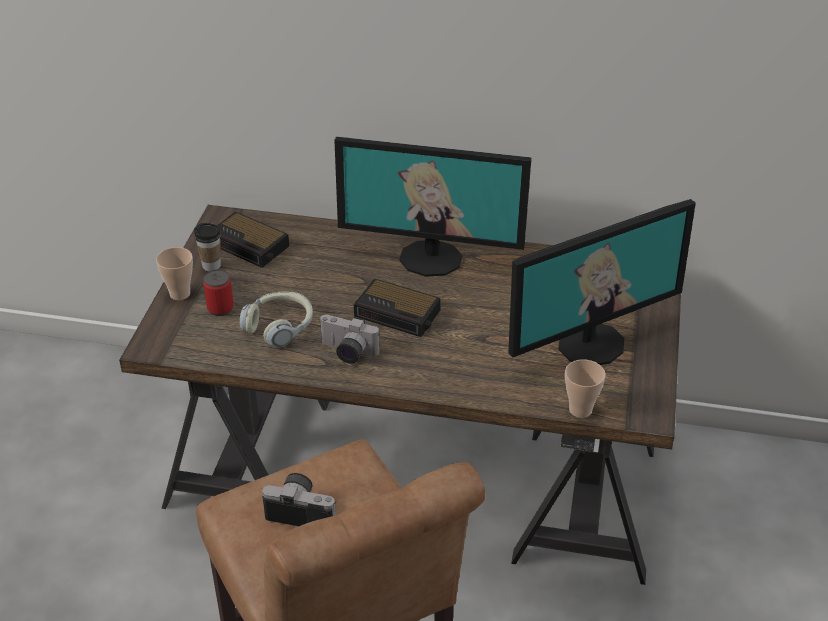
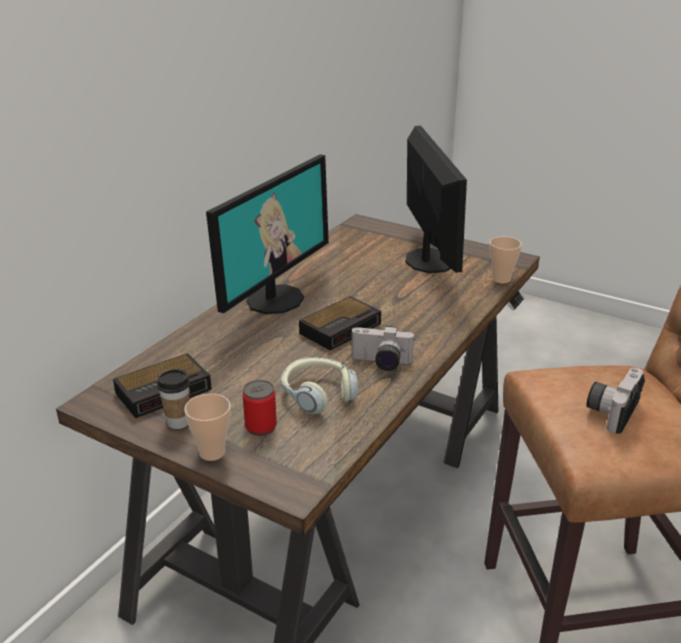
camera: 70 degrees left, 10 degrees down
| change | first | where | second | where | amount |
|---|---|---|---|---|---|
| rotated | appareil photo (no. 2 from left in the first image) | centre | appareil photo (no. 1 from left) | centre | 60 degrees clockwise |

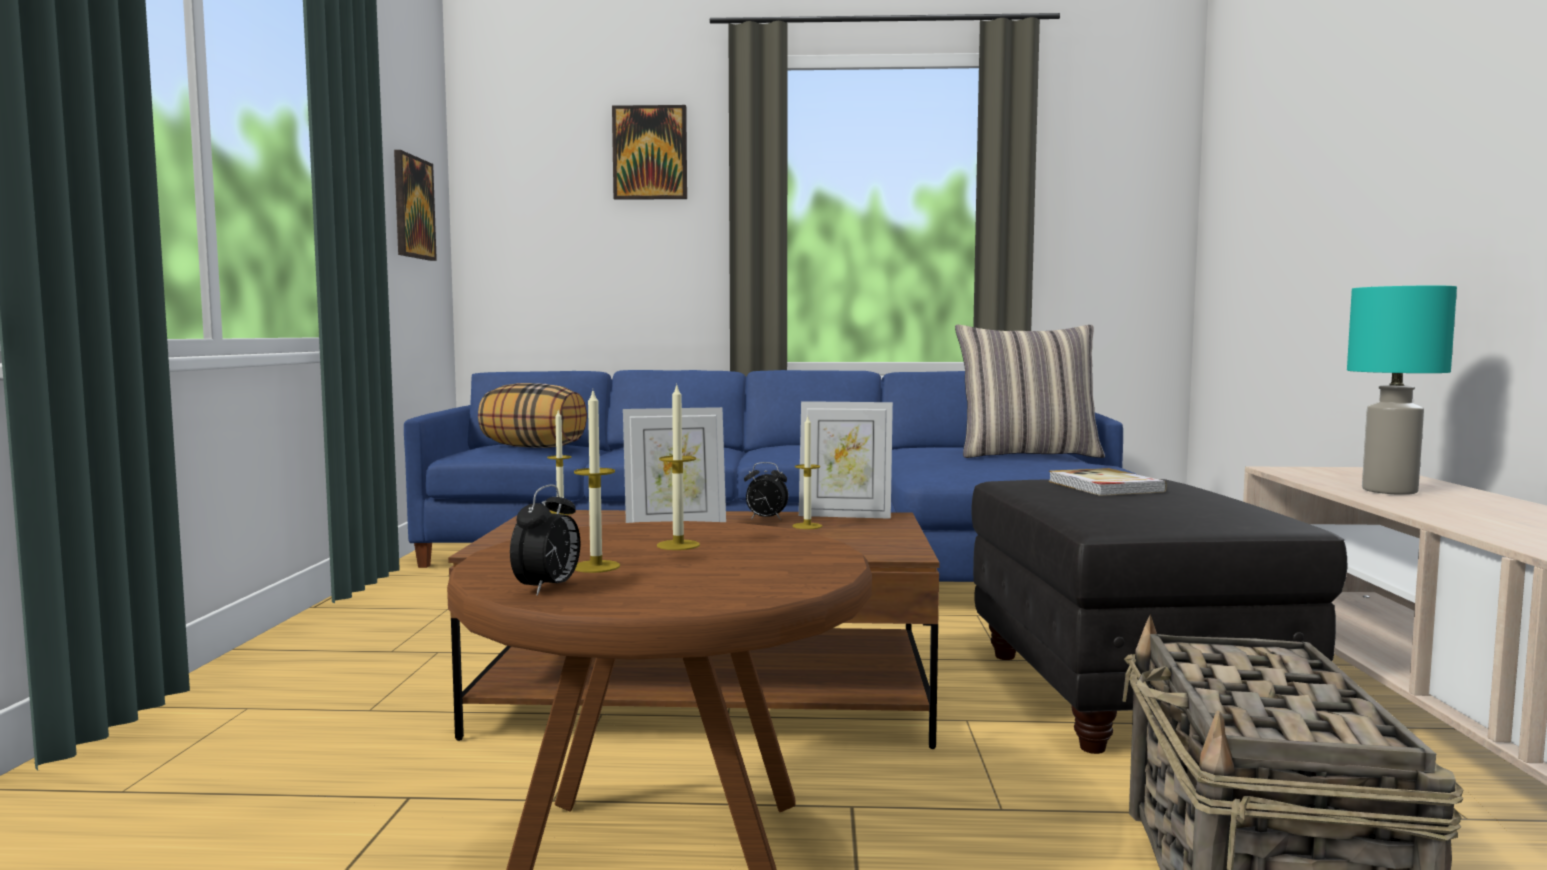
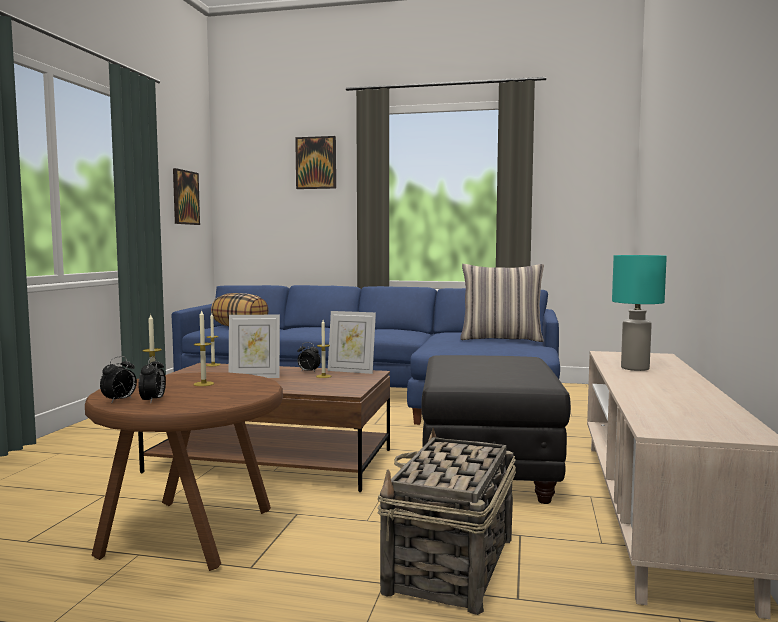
camera: 10 degrees right, 0 degrees up
| change | first | where | second | where | amount |
|---|---|---|---|---|---|
| new |  |  | réveil (no. 2 from left) | middle left |  |
| gone | livre | middle right |  |  |  |

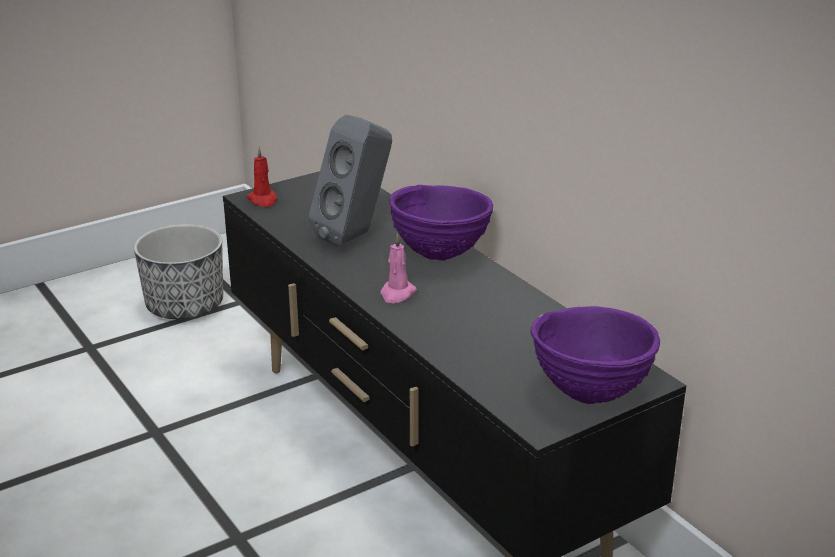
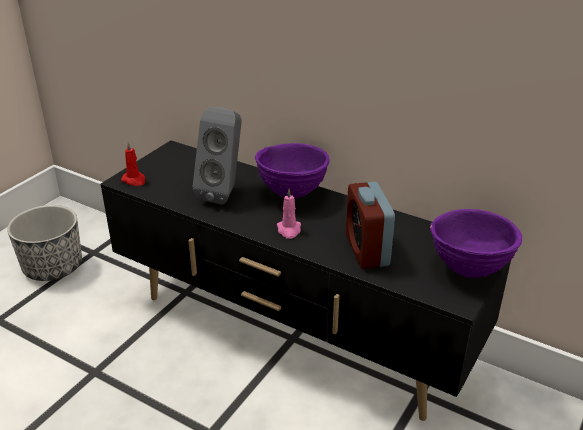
camera: 25 degrees left, 5 degrees up
| change | first | where | second | where | amount |
|---|---|---|---|---|---|
| new |  |  | réveil | centre |  |

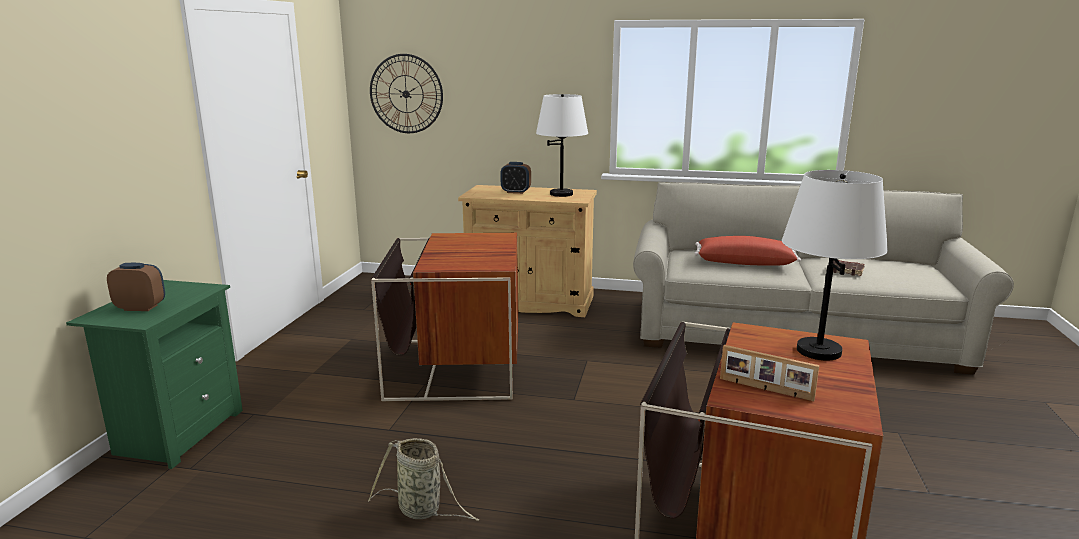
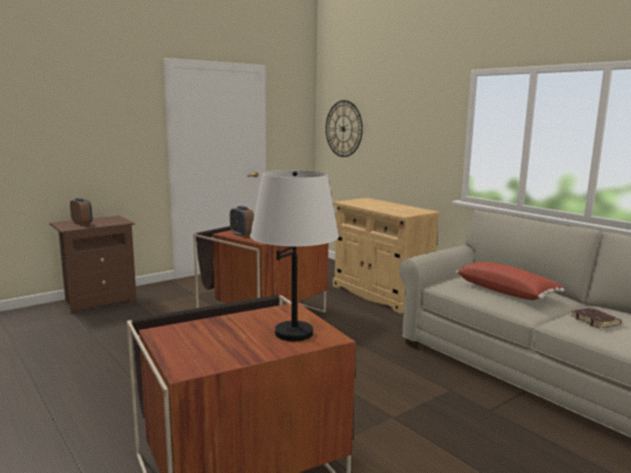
camera: 40 degrees right, 5 degrees down
| change | first | where | second | where | amount |
|---|---|---|---|---|---|
| repainted | table de chevet [vert] | bottom left | table de chevet [marron] | middle left |  |
| shifted | réveil (no. 2 from left) | top centre |  | centre |  |
| gone | panier | bottom centre |  |  |  |
| gone | lampe de table [blanc] (no. 1 from left) | top centre |  |  |  |
| gone | cadre photo | bottom right |  |  |  |

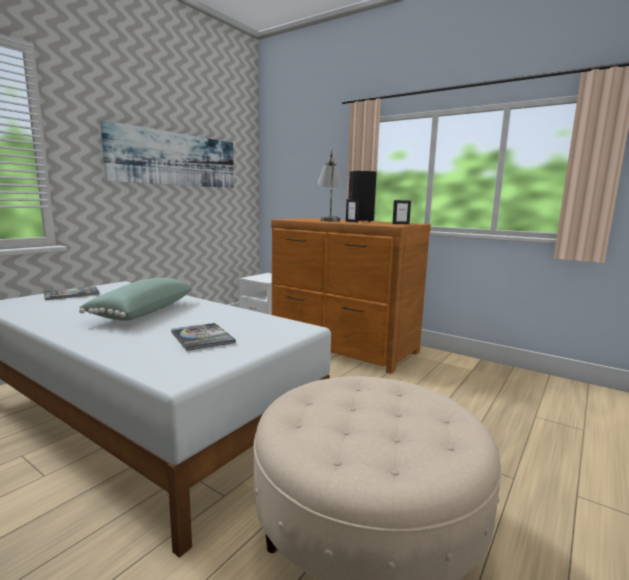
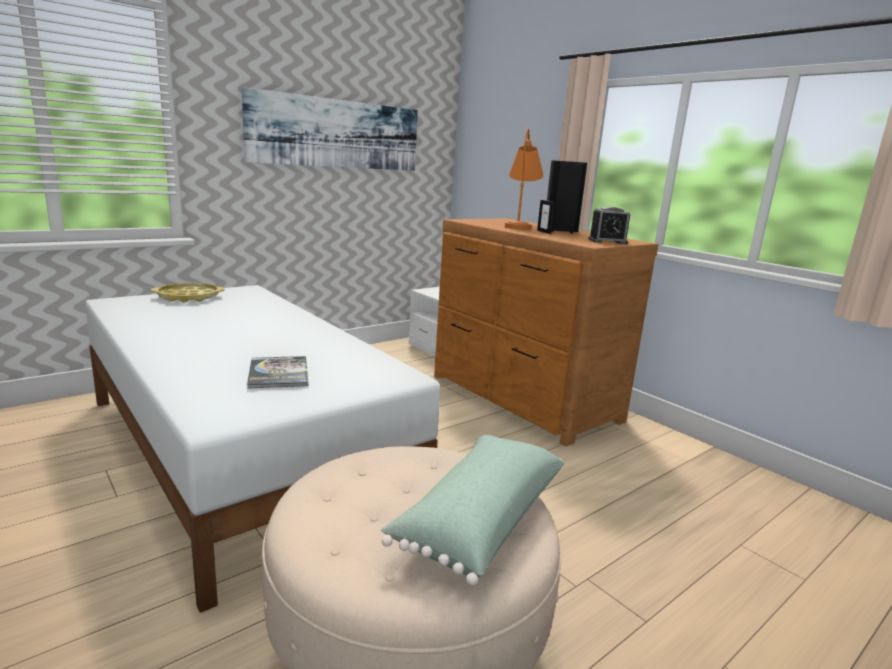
camera: 15 degrees right, 5 degrees up
| change | first | where | second | where | amount |
|---|---|---|---|---|---|
| swapped | livre (no. 1 from left) | middle left | plateau [jaune] | middle left |  |
| shifted | coussin [vert] | middle left |  | bottom centre |  |
| repainted | lampe de table [gris] | top centre | lampe de table [orange] | top centre |  |
| swapped | cadre photo (no. 2 from left) | centre | réveil | middle right |  |

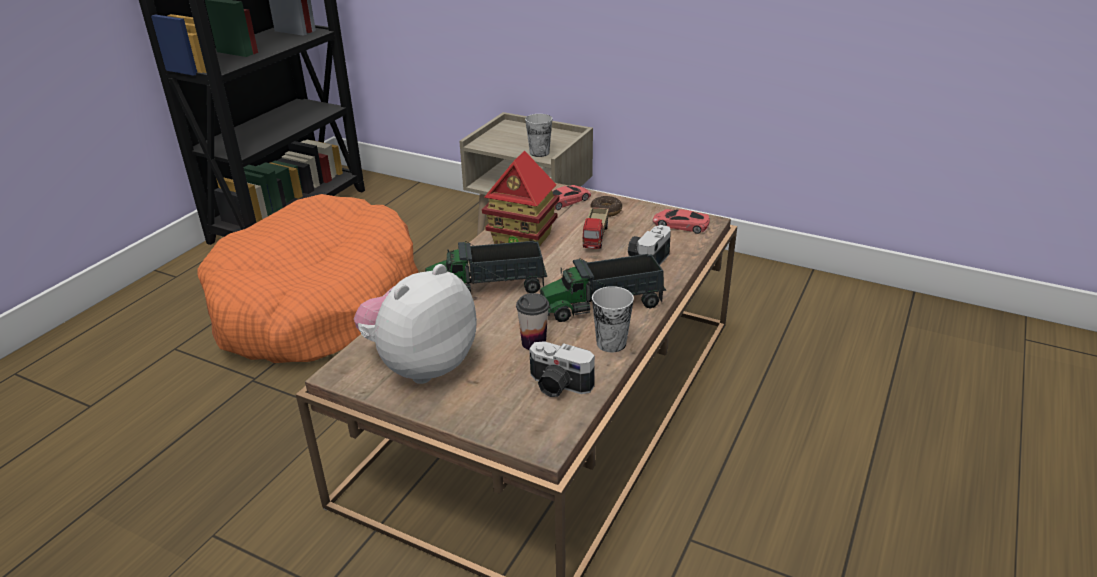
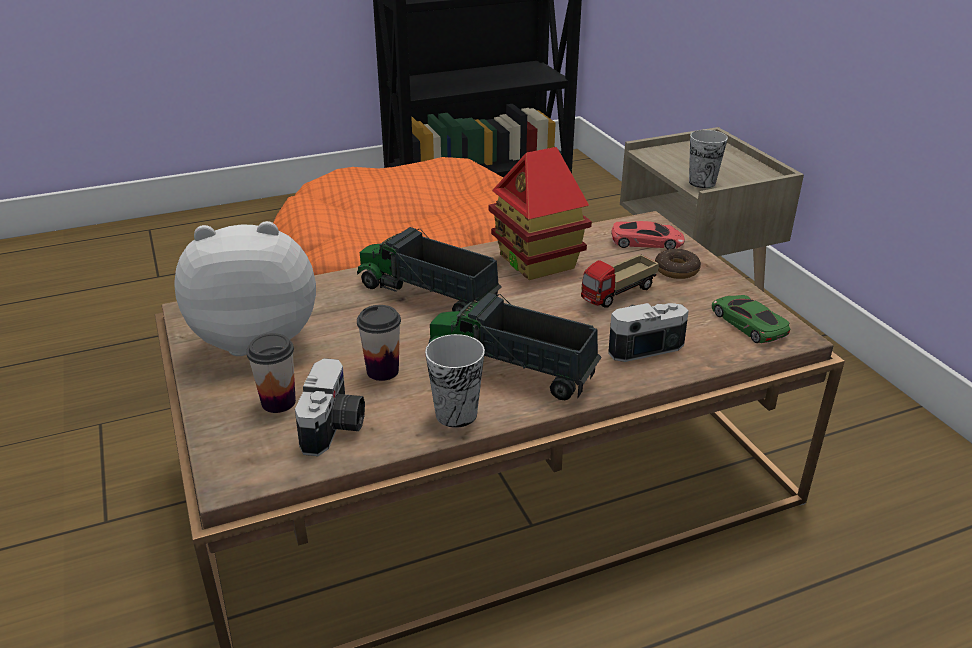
camera: 40 degrees right, 0 degrees up
| change | first | where | second | where | amount |
|---|---|---|---|---|---|
| new |  |  | tasse (no. 1 from left) | middle left |  |
| rotated | appareil photo (no. 1 from left) | centre |  | centre | 150 degrees counterclockwise |
| repainted | petite voiture [rouge] (no. 2 from left) | centre | petite voiture [vert] | middle right |  |

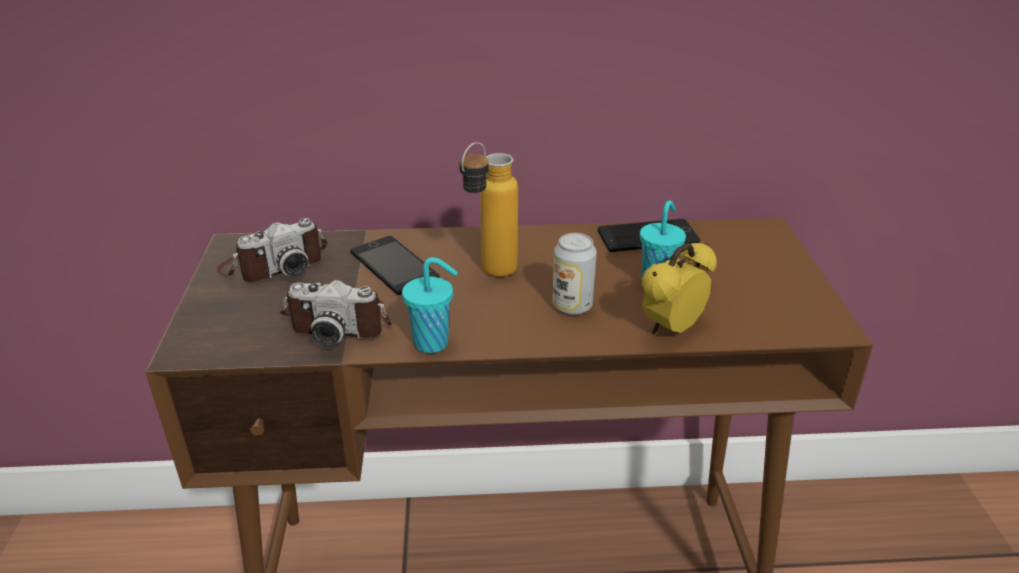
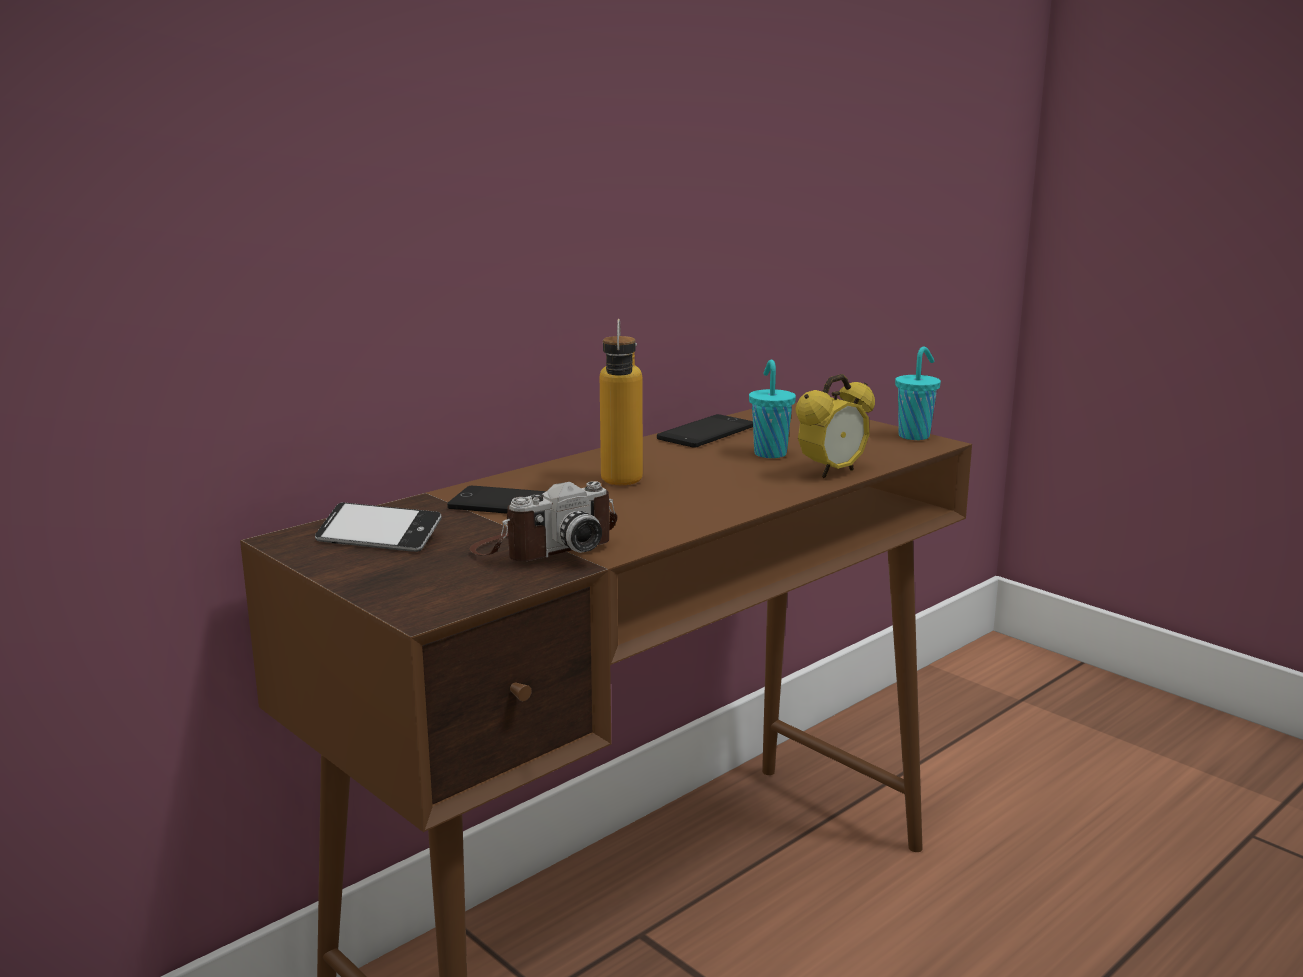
camera: 40 degrees left, 15 degrees down
| change | first | where | second | where | amount |
|---|---|---|---|---|---|
| swapped | appareil photo (no. 1 from left) | middle left | téléphone (no. 1 from left) | middle left |  |
| rotated | réveil | centre |  | centre | 135 degrees counterclockwise |
| shifted | tasse [turquoise] (no. 1 from left in the first image) | centre | tasse [turquoise] (no. 2 from left) | middle right |  |
| gone | boîte métallique | centre |  |  |  |

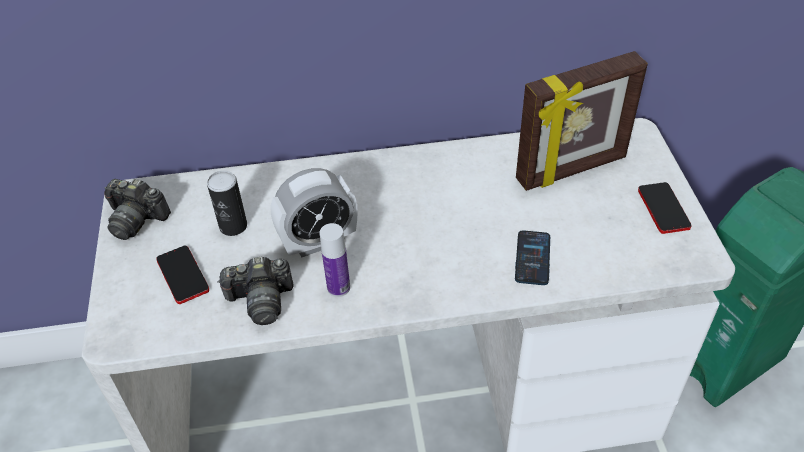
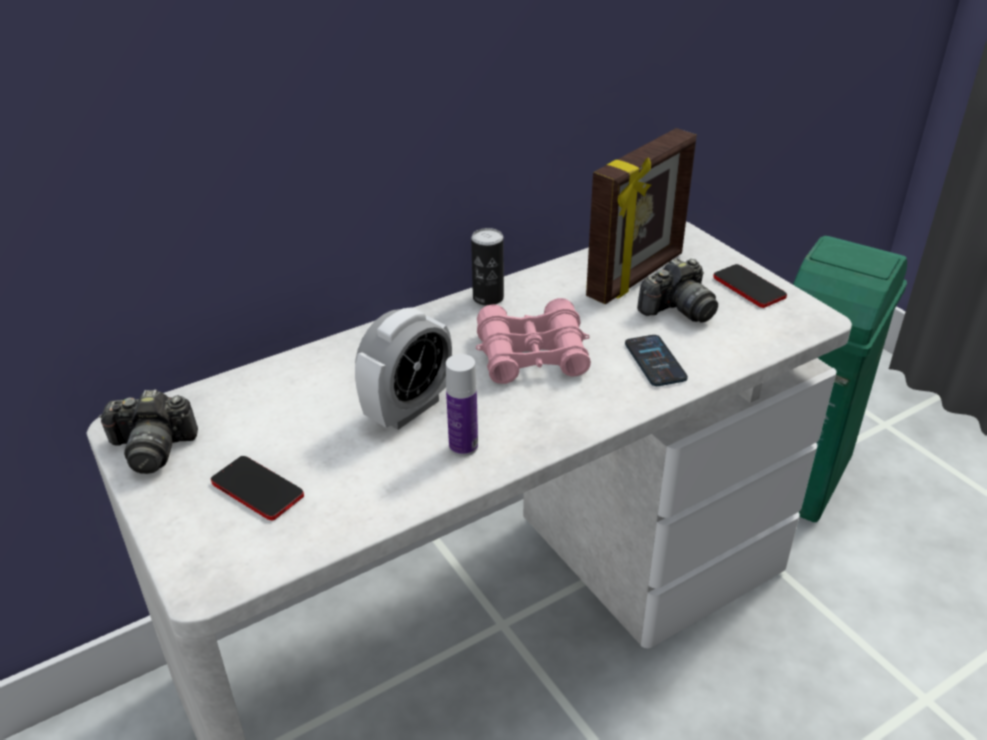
camera: 25 degrees left, 10 degrees down
| change | first | where | second | where | amount |
|---|---|---|---|---|---|
| shifted | boîte métallique | middle left |  | centre |  |
| new |  |  | jumelles [rose] | centre |  |
| shifted | appareil photo (no. 2 from left) | middle left |  | middle right |  |

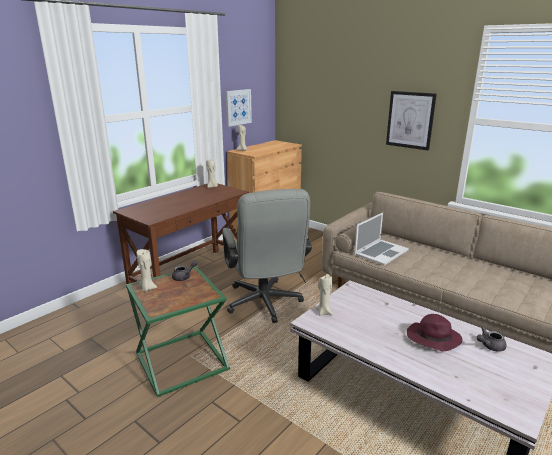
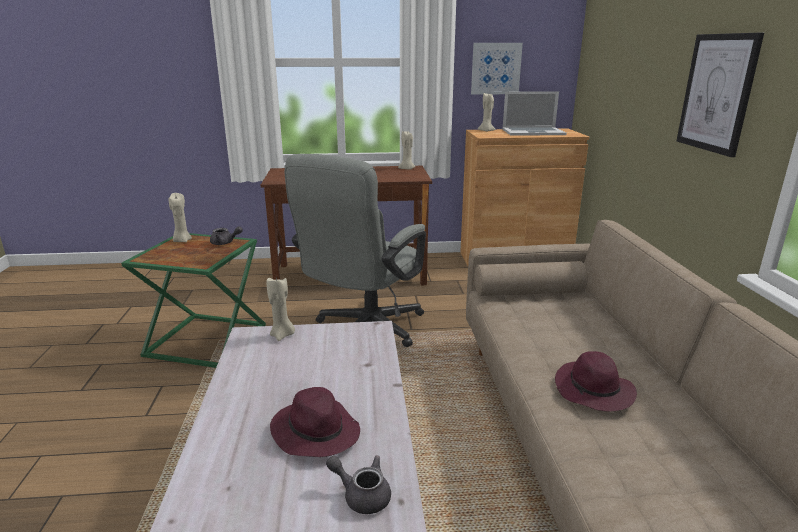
camera: 45 degrees right, 0 degrees up
| change | first | where | second | where | amount |
|---|---|---|---|---|---|
| shifted | ordinateur portable | middle right |  | top right |  |
| new |  |  | chapeau [violet] (no. 2 from left) | bottom right |  |

